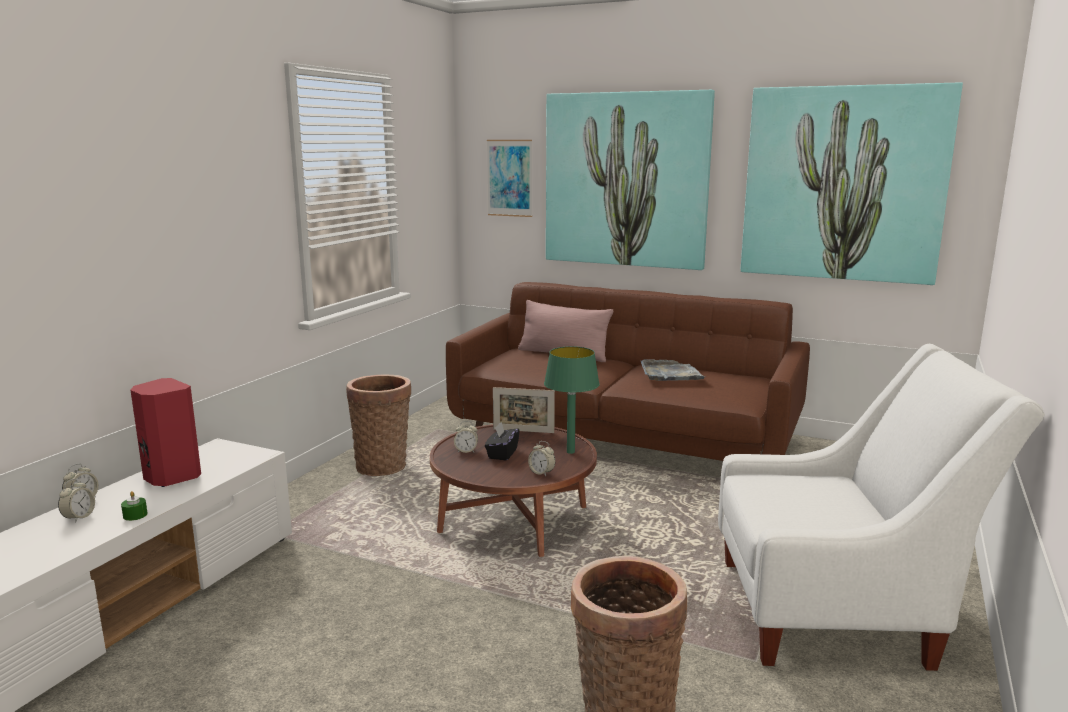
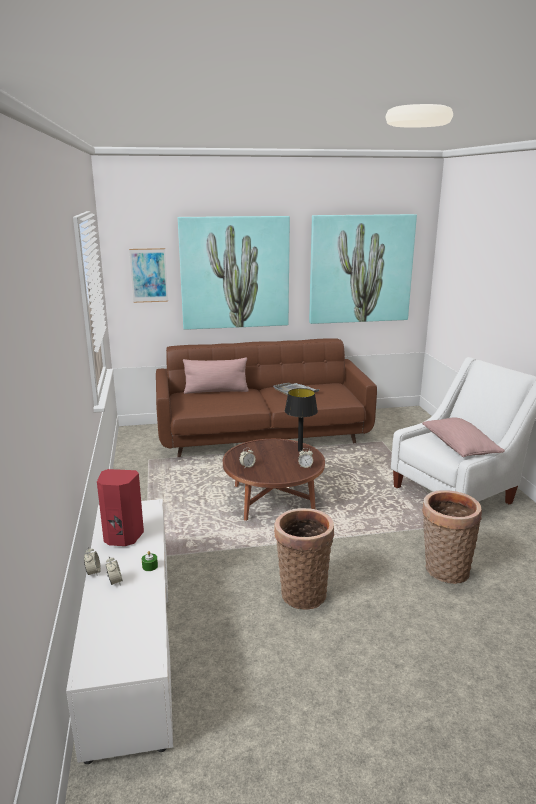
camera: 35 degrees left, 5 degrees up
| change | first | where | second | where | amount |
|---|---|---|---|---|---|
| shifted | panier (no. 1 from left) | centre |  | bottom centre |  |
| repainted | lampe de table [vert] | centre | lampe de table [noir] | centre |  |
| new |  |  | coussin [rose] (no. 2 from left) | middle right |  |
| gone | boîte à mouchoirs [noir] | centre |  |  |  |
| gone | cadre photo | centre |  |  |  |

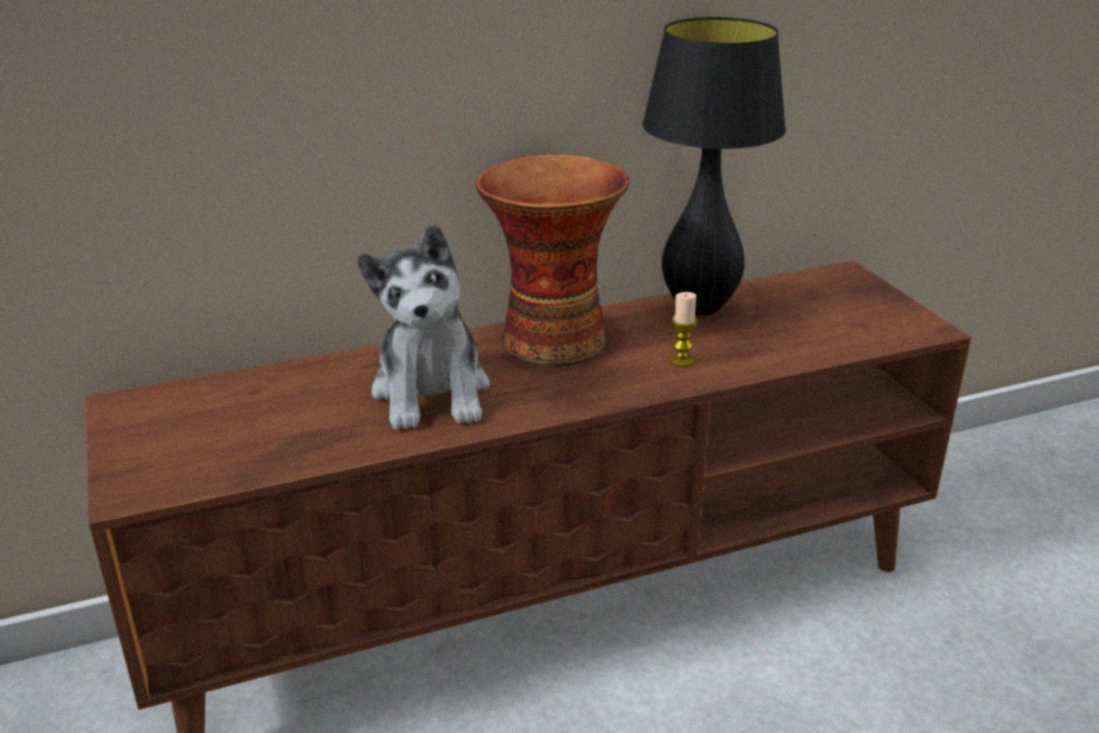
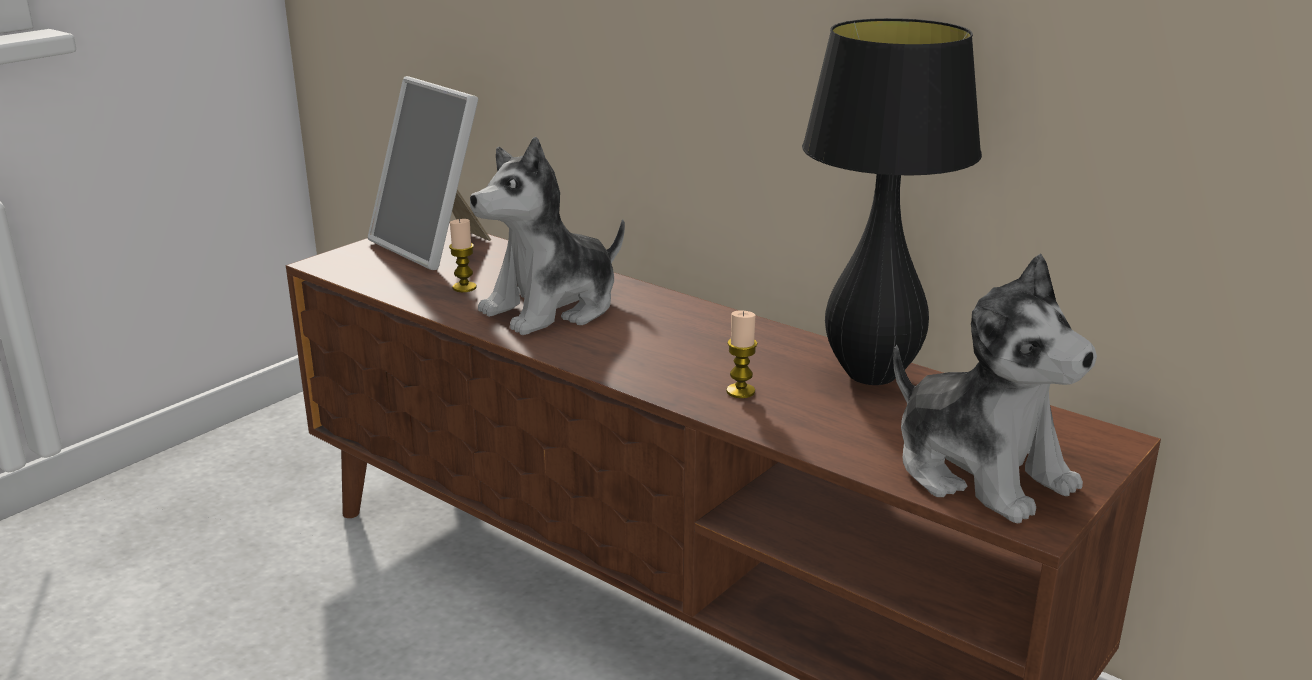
camera: 60 degrees right, 5 degrees down
| change | first | where | second | where | amount |
|---|---|---|---|---|---|
| new |  |  | cadre photo | top left |  |
| new |  |  | bougie (no. 1 from left) | centre |  |
| new |  |  | peluche (no. 2 from left) | middle right |  |
| gone | vase | centre |  |  |  |

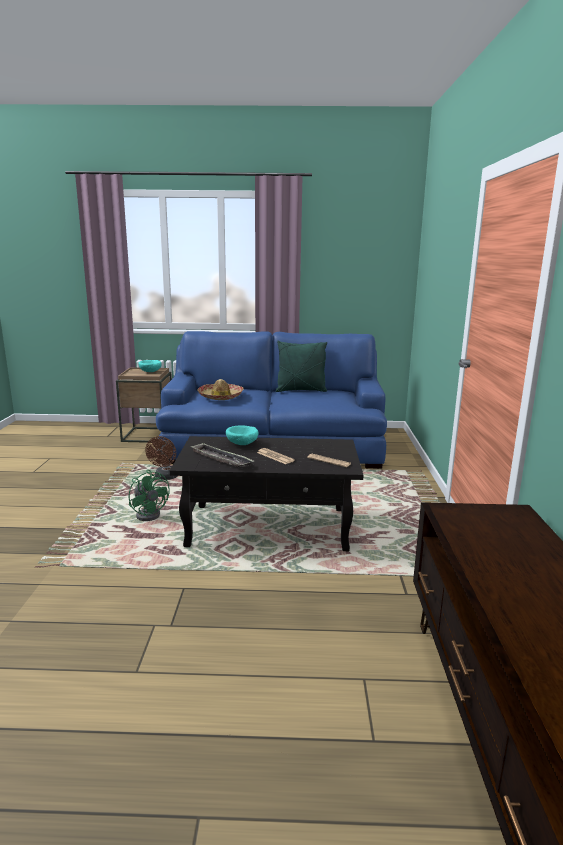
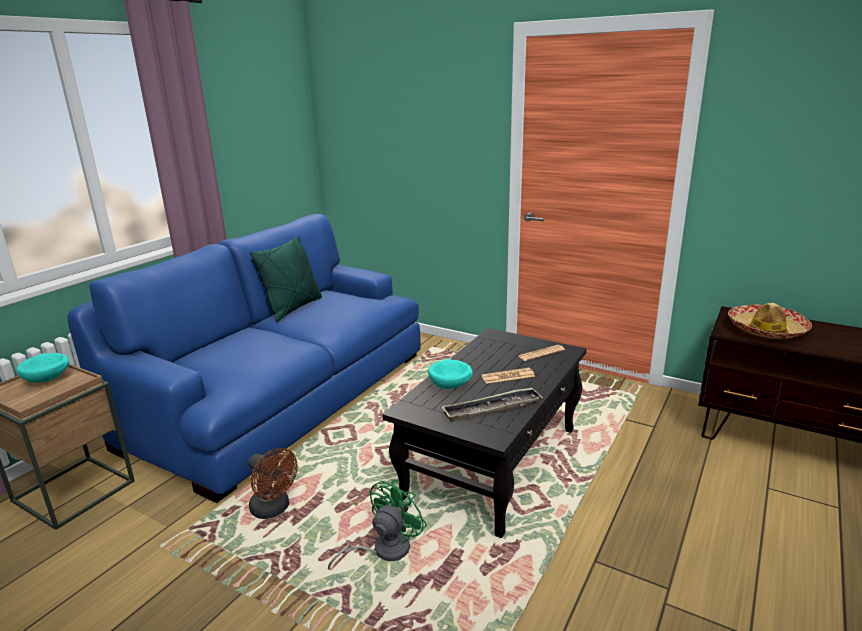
camera: 60 degrees left, 5 degrees up
| change | first | where | second | where | amount |
|---|---|---|---|---|---|
| rotated | ventilateur [vert] | middle left |  | bottom centre | 45 degrees counterclockwise |
| shifted | chapeau | centre |  | middle right |  |

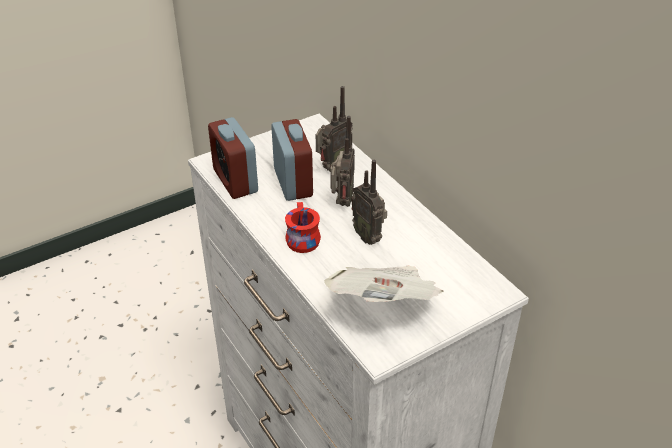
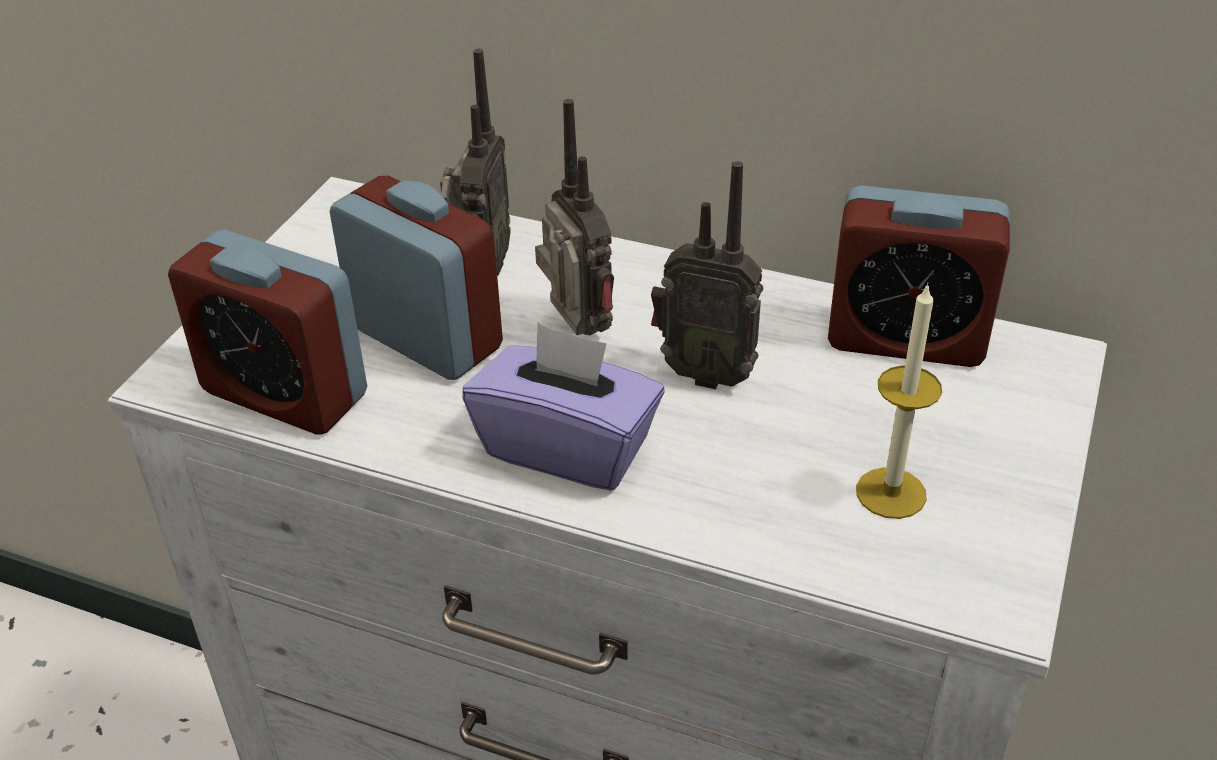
camera: 35 degrees left, 0 degrees up
| change | first | where | second | where | amount |
|---|---|---|---|---|---|
| swapped | mug [rouge] | centre | boîte à mouchoirs [violet] | centre |  |
| new |  |  | réveil (no. 3 from left) | middle right |  |
| swapped | journal | centre | bougie | middle right |  |

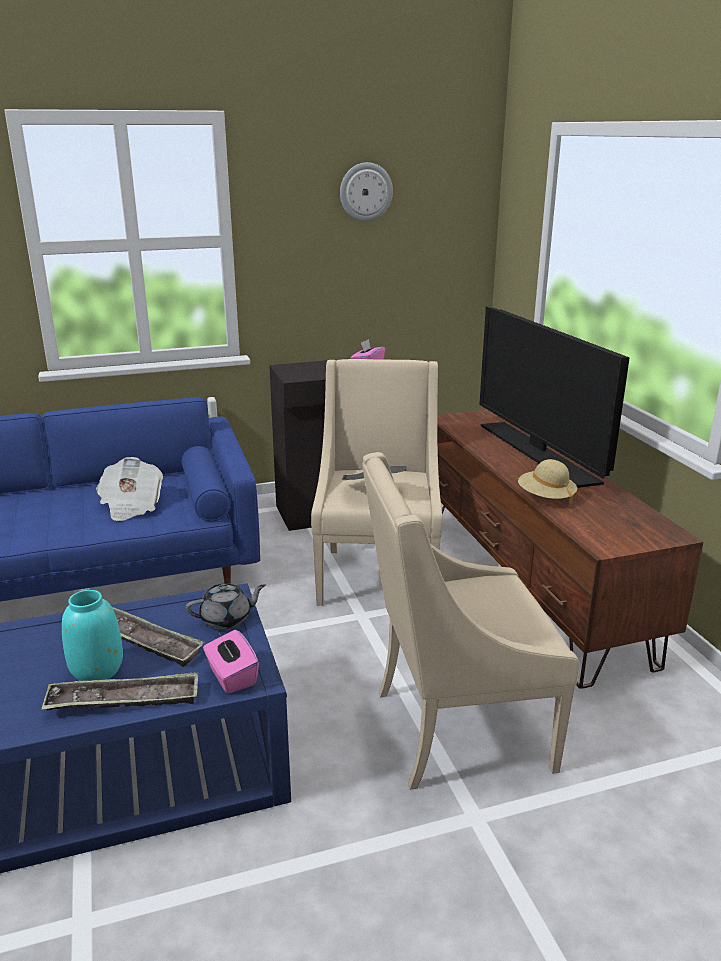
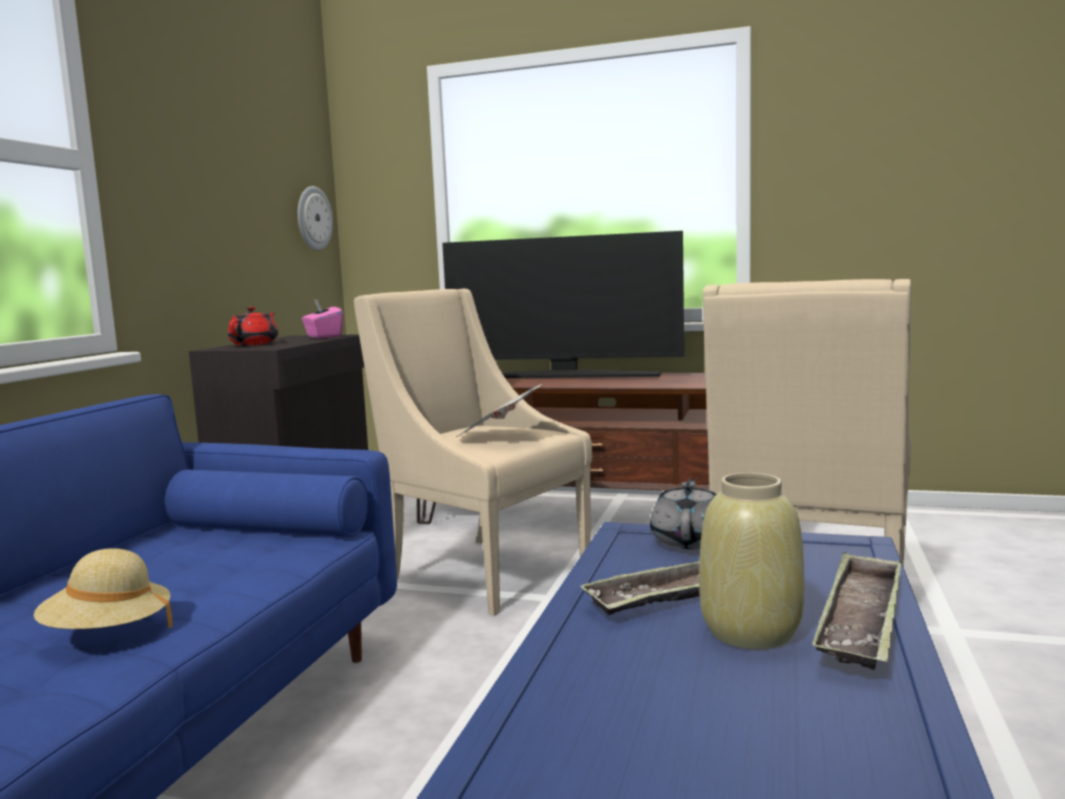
camera: 55 degrees left, 15 degrees down
| change | first | where | second | where | amount |
|---|---|---|---|---|---|
| shifted | chapeau [beige] | middle right |  | bottom left |  |
| new |  |  | théière [rouge] | middle left |  |
| shifted | horloge murale | top centre |  | top left |  |
| repainted | vase [turquoise] | middle left | vase [beige] | bottom right |  |
| gone | journal (no. 1 from left) | middle left |  |  |  |
| gone | boîte à mouchoirs [rose] (no. 1 from left) | bottom left |  |  |  |

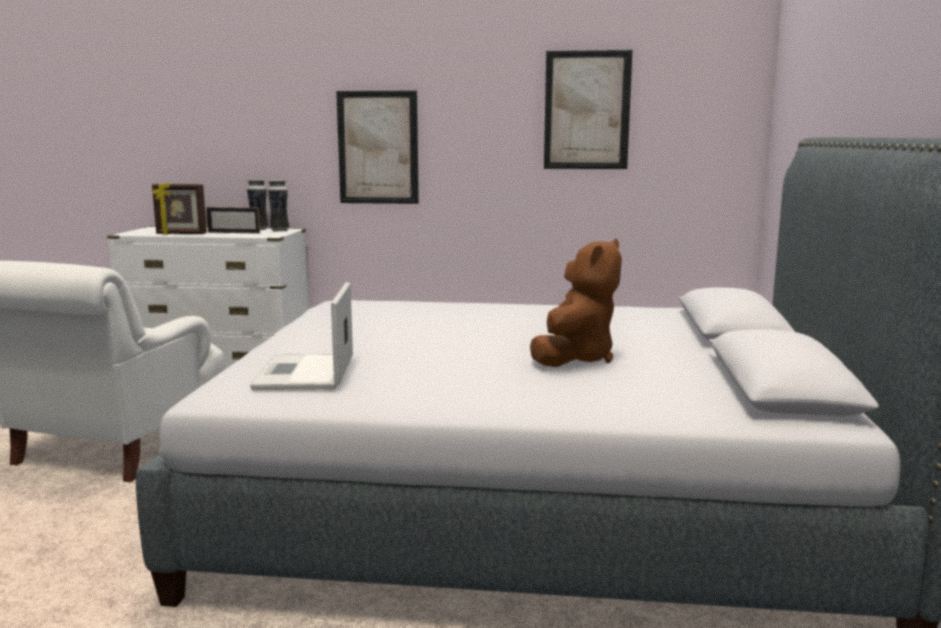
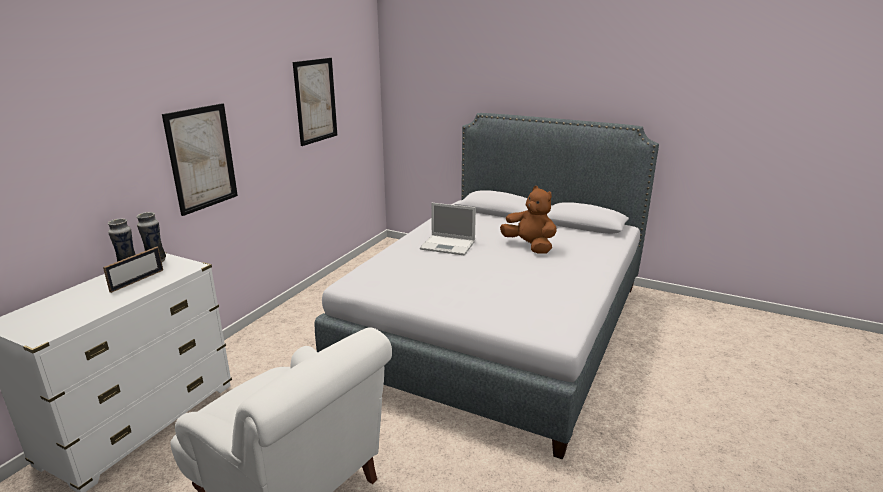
camera: 70 degrees left, 10 degrees up
| change | first | where | second | where | amount |
|---|---|---|---|---|---|
| shifted | ordinateur portable | middle left |  | centre |  |
| gone | cadre photo (no. 1 from left) | top left |  |  |  |

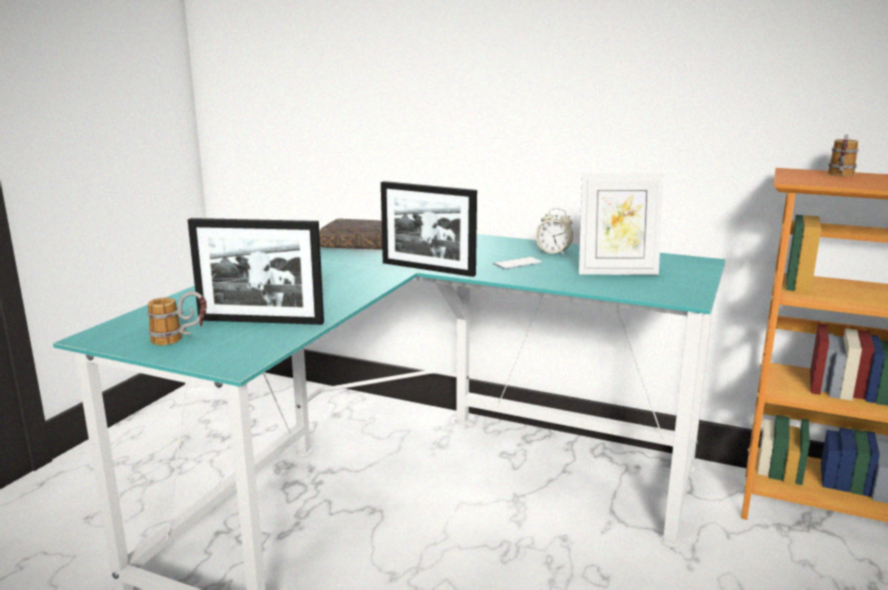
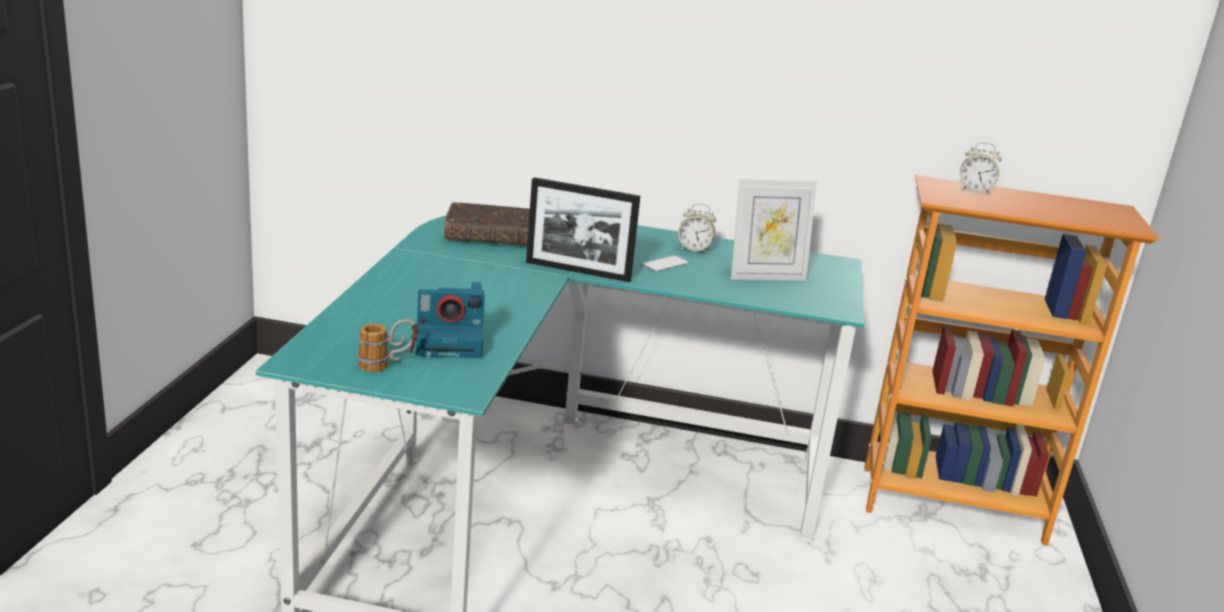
camera: 15 degrees left, 5 degrees up
| change | first | where | second | where | amount |
|---|---|---|---|---|---|
| swapped | cadre photo (no. 1 from left) | middle left | appareil photo | centre |  |
| swapped | mug (no. 2 from left) | top right | réveil (no. 2 from left) | top right |  |

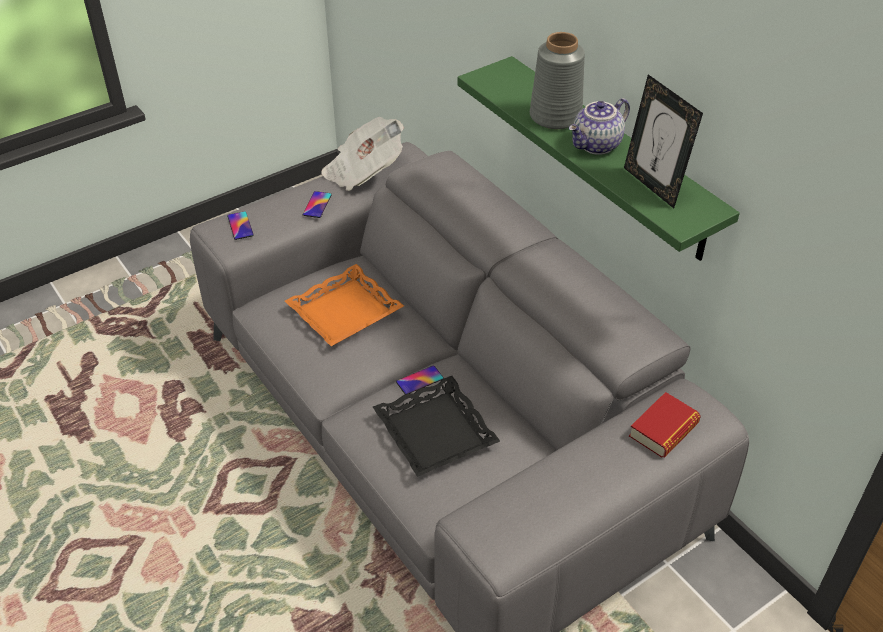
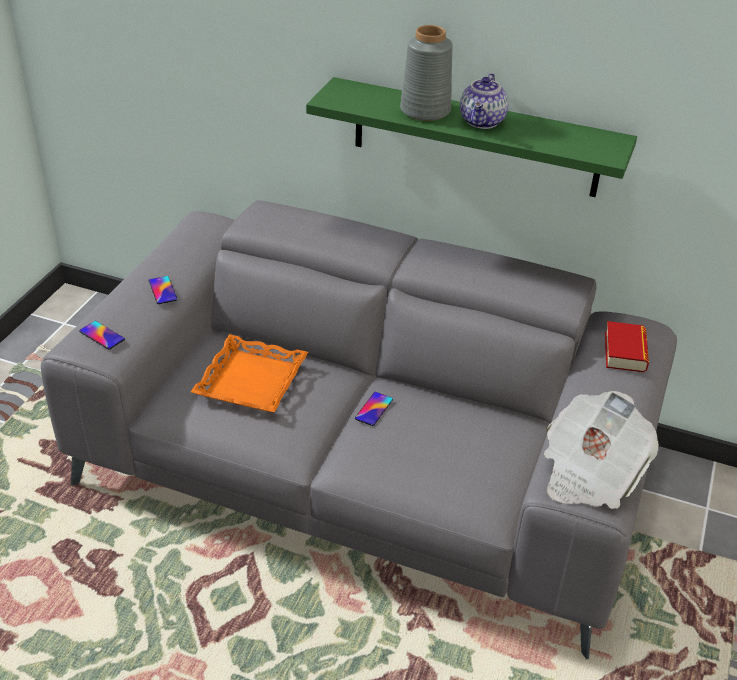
camera: 35 degrees left, 5 degrees down
| change | first | where | second | where | amount |
|---|---|---|---|---|---|
| shifted | journal | top centre |  | middle right |  |
| gone | plateau [noir] | bottom centre |  |  |  |
| gone | cadre photo | top right |  |  |  |

